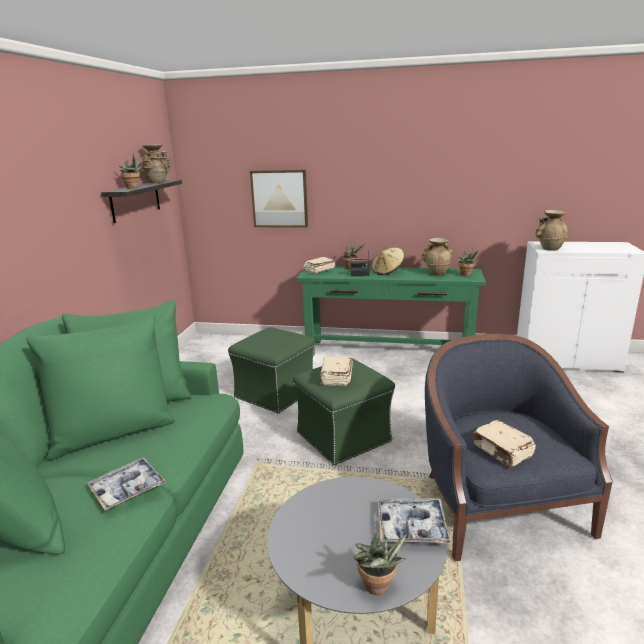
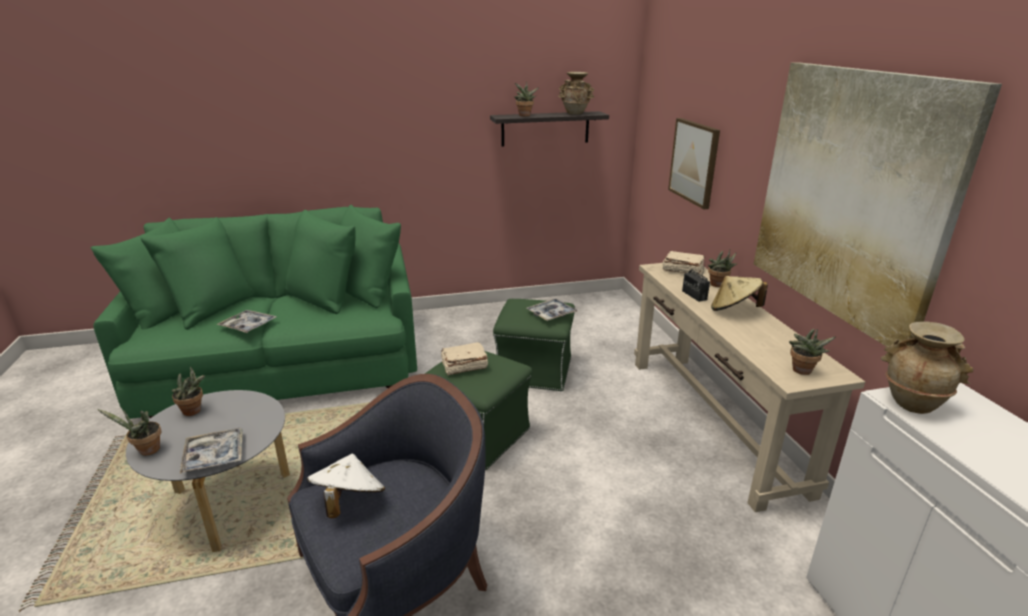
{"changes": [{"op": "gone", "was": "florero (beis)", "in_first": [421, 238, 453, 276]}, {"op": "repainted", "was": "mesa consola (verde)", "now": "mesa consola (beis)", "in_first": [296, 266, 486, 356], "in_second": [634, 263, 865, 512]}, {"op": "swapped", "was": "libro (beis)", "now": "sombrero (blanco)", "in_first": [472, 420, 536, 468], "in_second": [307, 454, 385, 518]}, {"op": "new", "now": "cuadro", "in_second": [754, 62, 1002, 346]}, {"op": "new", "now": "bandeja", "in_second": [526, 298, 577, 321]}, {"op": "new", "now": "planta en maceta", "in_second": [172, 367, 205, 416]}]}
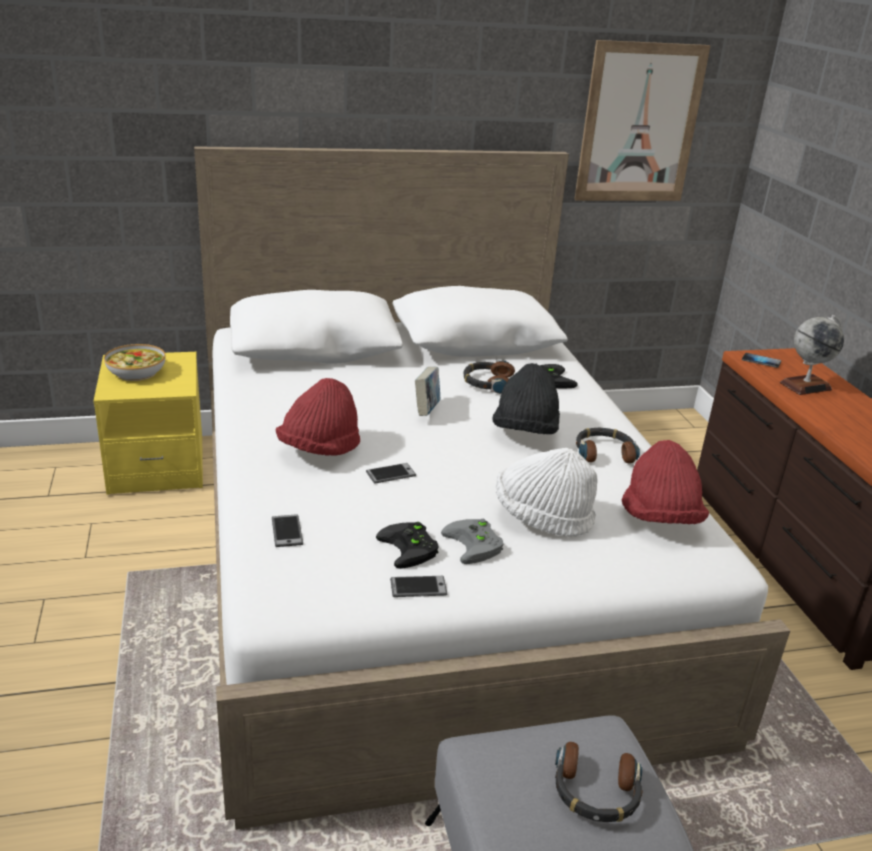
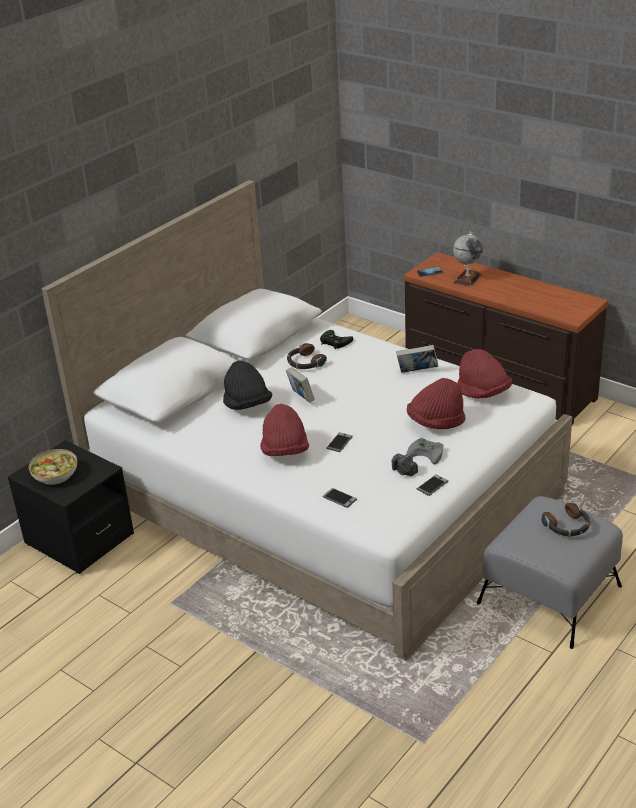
{"changes": [{"op": "gone", "was": "cuadro", "in_first": [574, 40, 711, 201]}, {"op": "repainted", "was": "mesita de noche (amarillo)", "now": "mesita de noche (negro)", "in_first": [94, 352, 203, 495], "in_second": [8, 440, 134, 574]}, {"op": "shifted", "was": "sombrero (negro)", "in_first": [492, 363, 560, 434], "in_second": [223, 361, 272, 410]}, {"op": "swapped", "was": "auriculares", "now": "libro", "in_first": [576, 428, 640, 464], "in_second": [396, 345, 438, 373]}, {"op": "repainted", "was": "sombrero (blanco)", "now": "sombrero (rojo)", "in_first": [496, 448, 597, 536], "in_second": [407, 378, 466, 429]}, {"op": "swapped", "was": "mando de consola (negro)", "now": "cámara", "in_first": [376, 522, 439, 569], "in_second": [391, 454, 418, 476]}]}
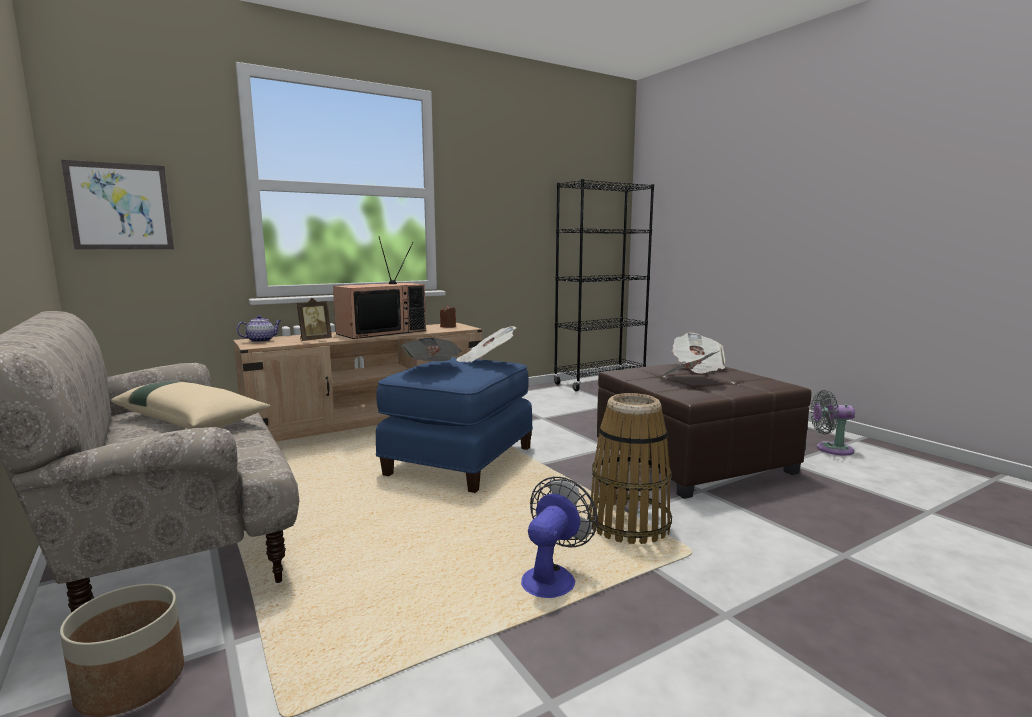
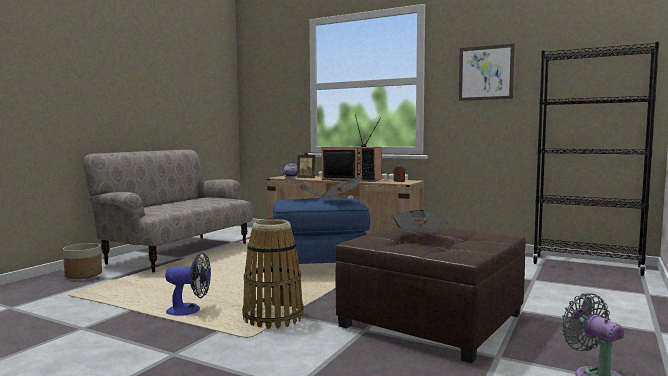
{"changes": [{"op": "shifted", "was": "cuadro", "in_first": [61, 160, 174, 249], "in_second": [459, 44, 515, 101]}, {"op": "gone", "was": "periódico", "in_first": [672, 333, 725, 374]}, {"op": "gone", "was": "cojín (beis)", "in_first": [111, 381, 271, 429]}]}
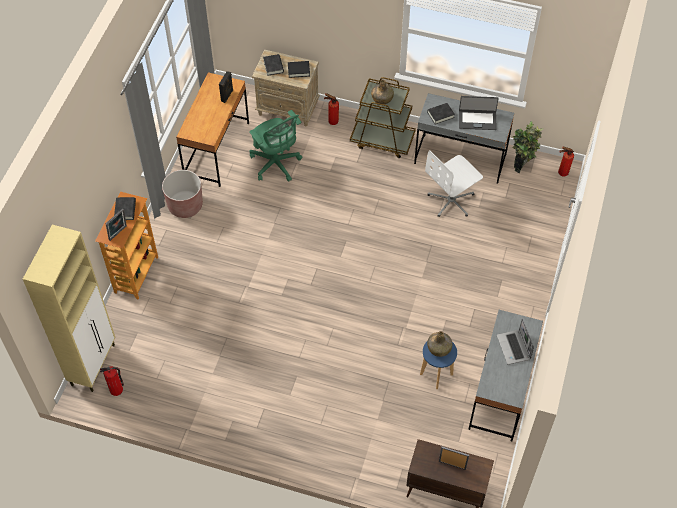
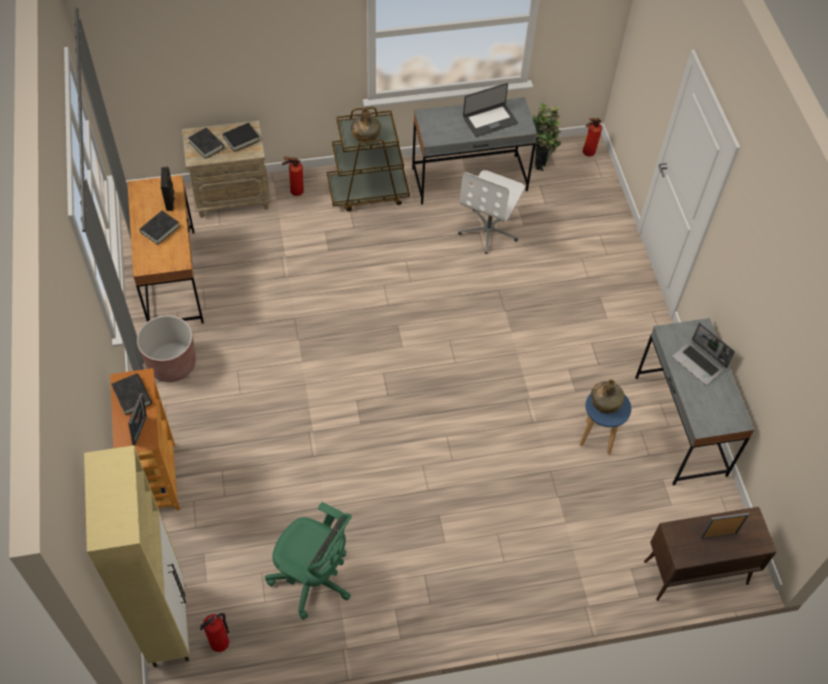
{"changes": [{"op": "shifted", "was": "libro (negro)", "in_first": [427, 103, 455, 125], "in_second": [140, 211, 180, 245]}, {"op": "shifted", "was": "silla de oficina (verde)", "in_first": [249, 110, 303, 182], "in_second": [265, 502, 352, 620]}]}
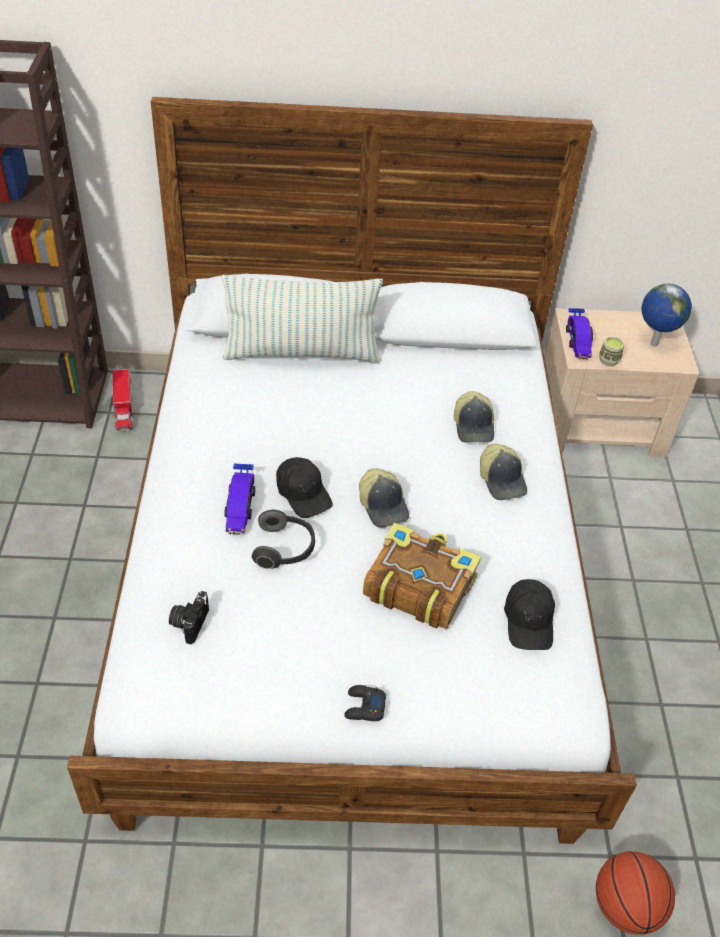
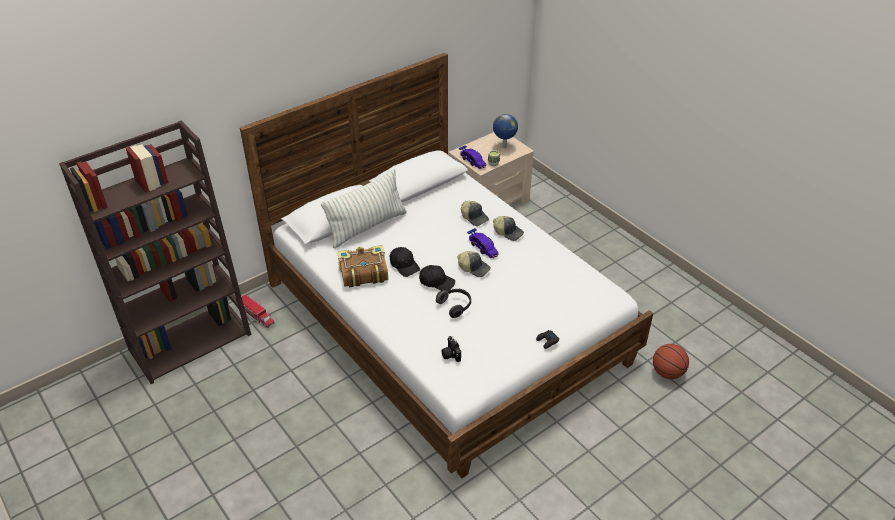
{"changes": [{"op": "shifted", "was": "coche de juguete", "in_first": [224, 464, 255, 535], "in_second": [467, 228, 499, 258]}, {"op": "shifted", "was": "libro", "in_first": [363, 523, 481, 629], "in_second": [337, 245, 388, 287]}, {"op": "shifted", "was": "gorra (negro)", "in_first": [504, 579, 555, 650], "in_second": [390, 247, 420, 277]}]}
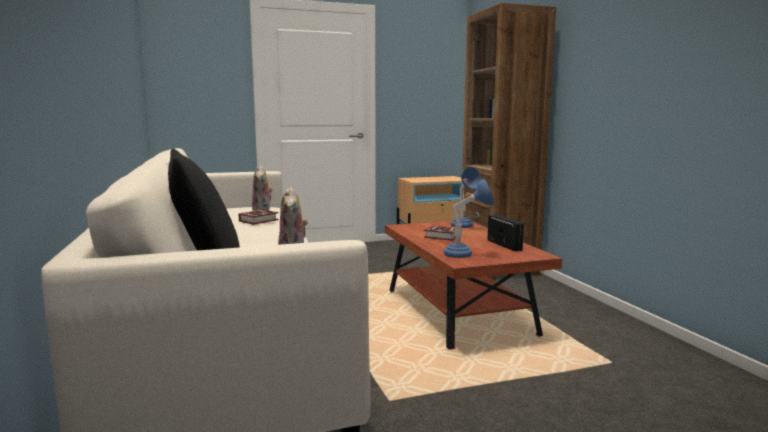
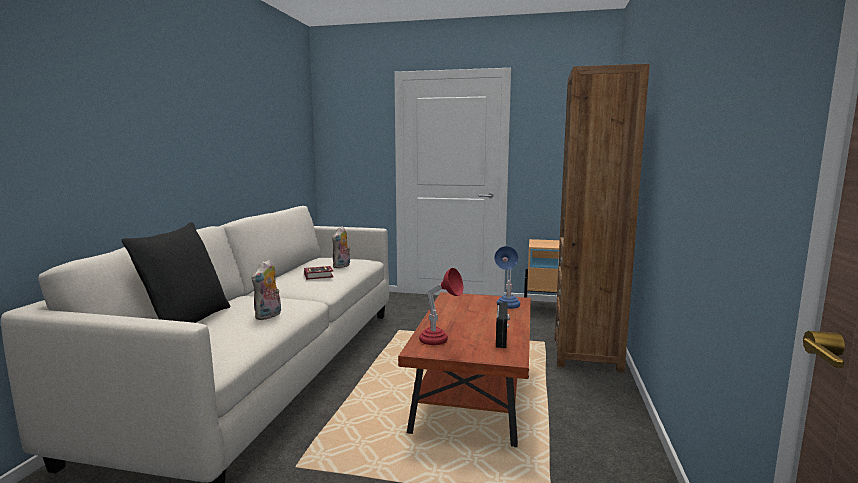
{"changes": [{"op": "repainted", "was": "lámpara de mesa (azul)", "now": "lámpara de mesa (rojo)", "in_first": [444, 179, 494, 258], "in_second": [419, 268, 463, 345]}, {"op": "gone", "was": "libro", "in_first": [424, 226, 456, 241]}]}
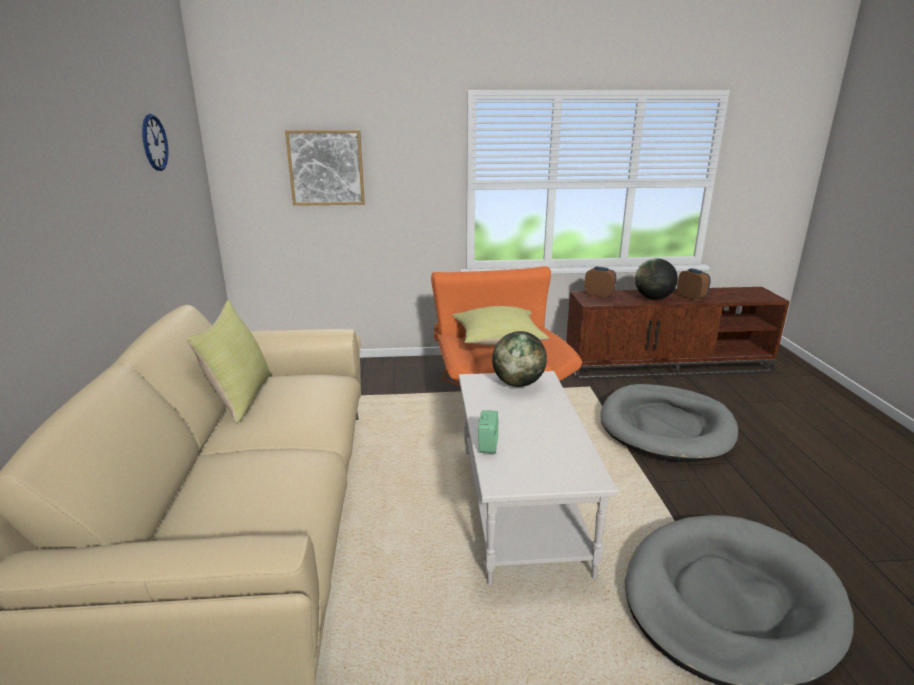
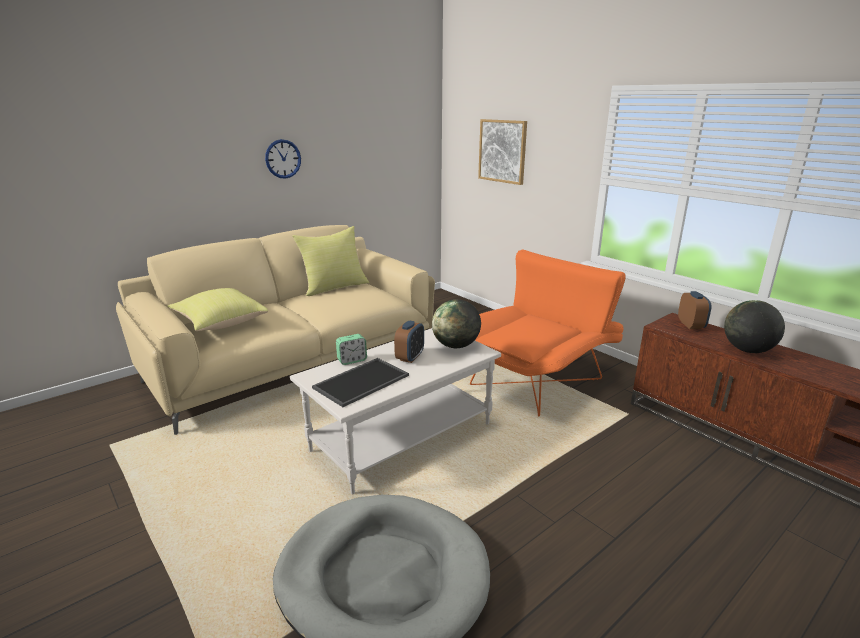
{"changes": [{"op": "shifted", "was": "reloj de pared", "in_first": [142, 114, 168, 171], "in_second": [265, 139, 301, 179]}, {"op": "shifted", "was": "despertador", "in_first": [677, 268, 711, 301], "in_second": [394, 320, 424, 363]}, {"op": "shifted", "was": "cojín (amarillo)", "in_first": [452, 306, 549, 345], "in_second": [167, 288, 268, 331]}, {"op": "gone", "was": "cama para perro (gris)", "in_first": [600, 384, 738, 462]}, {"op": "new", "now": "bandeja", "in_second": [312, 358, 409, 407]}]}
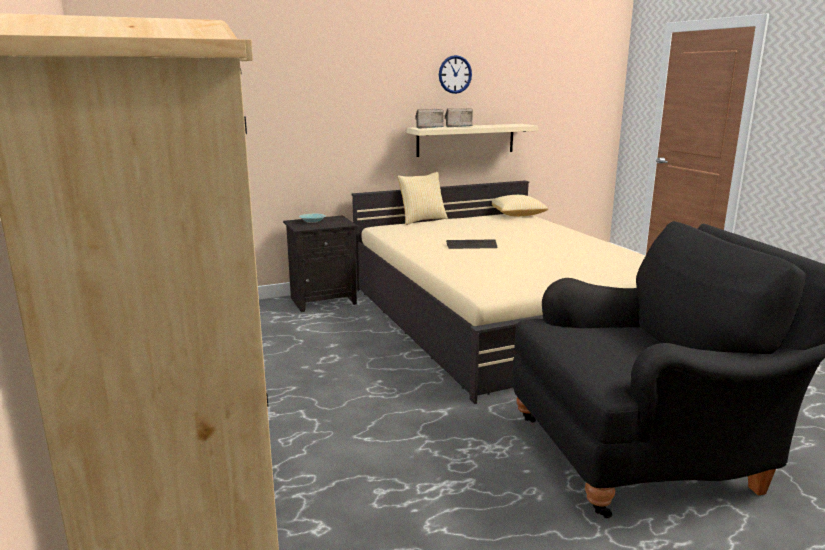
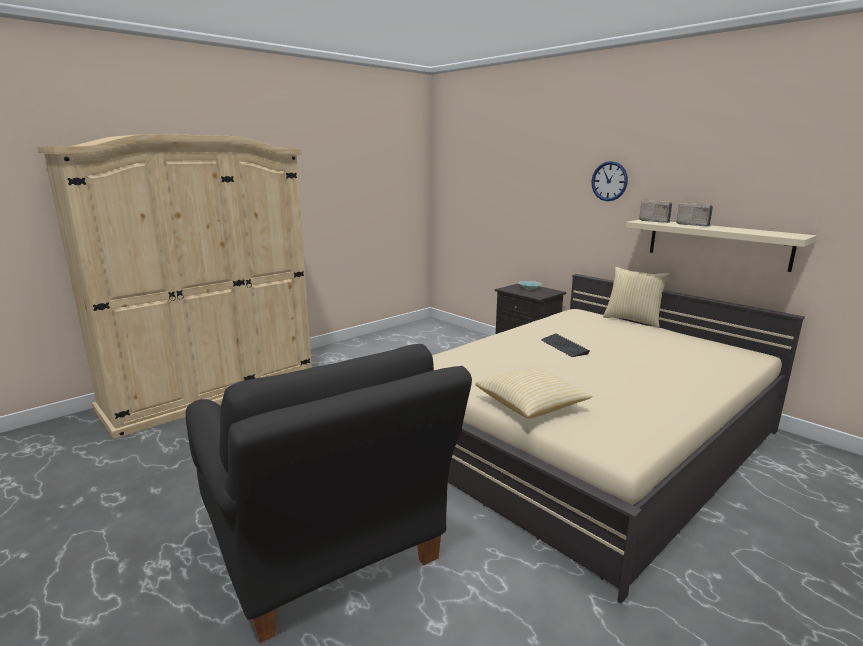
{"changes": [{"op": "shifted", "was": "reloj de pared", "in_first": [439, 55, 472, 94], "in_second": [591, 161, 628, 201]}, {"op": "shifted", "was": "cojín", "in_first": [492, 195, 548, 216], "in_second": [475, 367, 592, 418]}]}
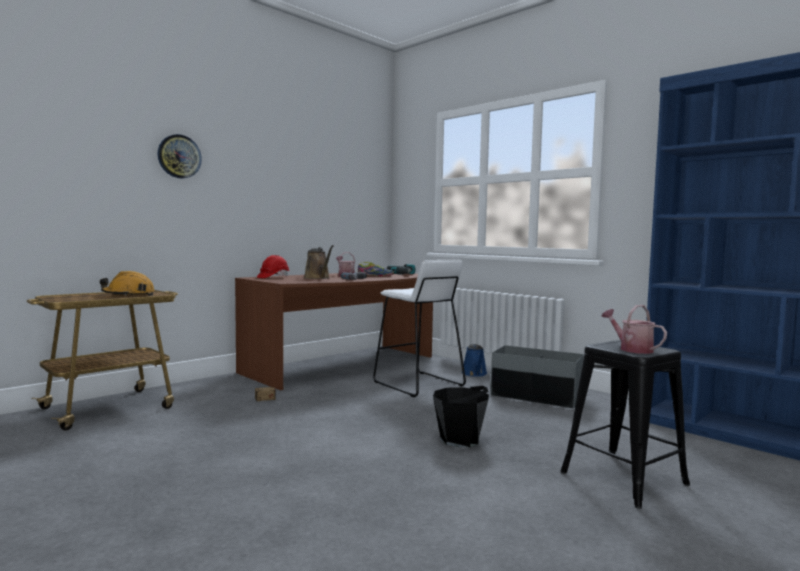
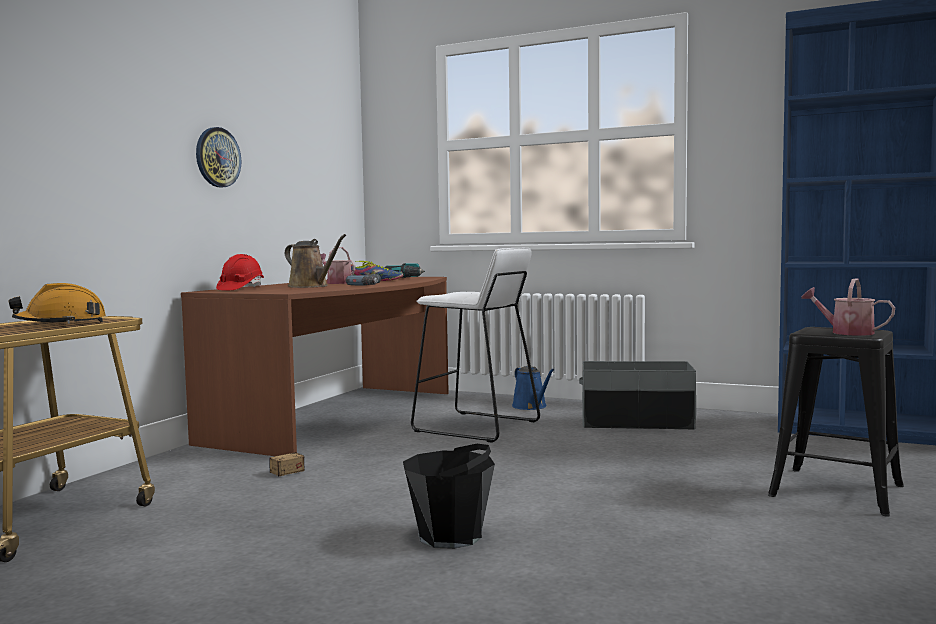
{"changes": [{"op": "shifted", "was": "reloj de pared", "in_first": [158, 134, 202, 178], "in_second": [196, 127, 241, 187]}, {"op": "shifted", "was": "cubo (negro)", "in_first": [433, 386, 489, 448], "in_second": [403, 444, 495, 549]}]}
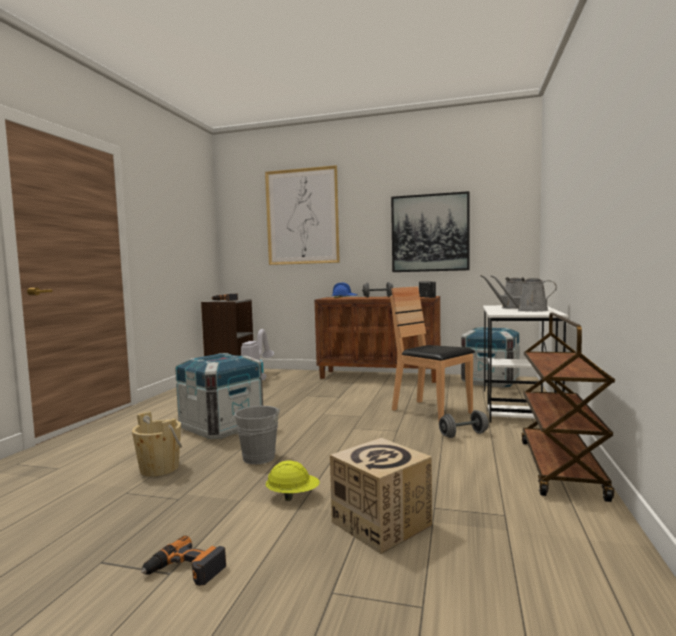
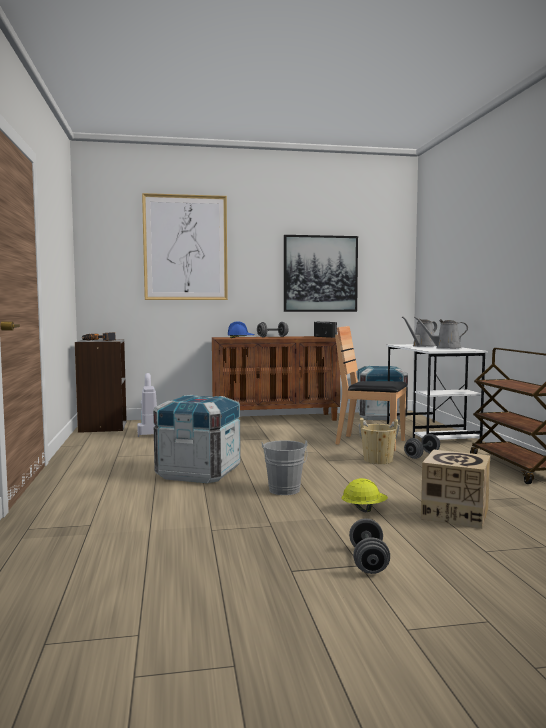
{"changes": [{"op": "shifted", "was": "cubo (beis)", "in_first": [132, 411, 182, 477], "in_second": [359, 418, 399, 464]}, {"op": "swapped", "was": "taladro", "now": "mancuerna (gris)", "in_first": [141, 536, 226, 586], "in_second": [349, 518, 390, 574]}]}
